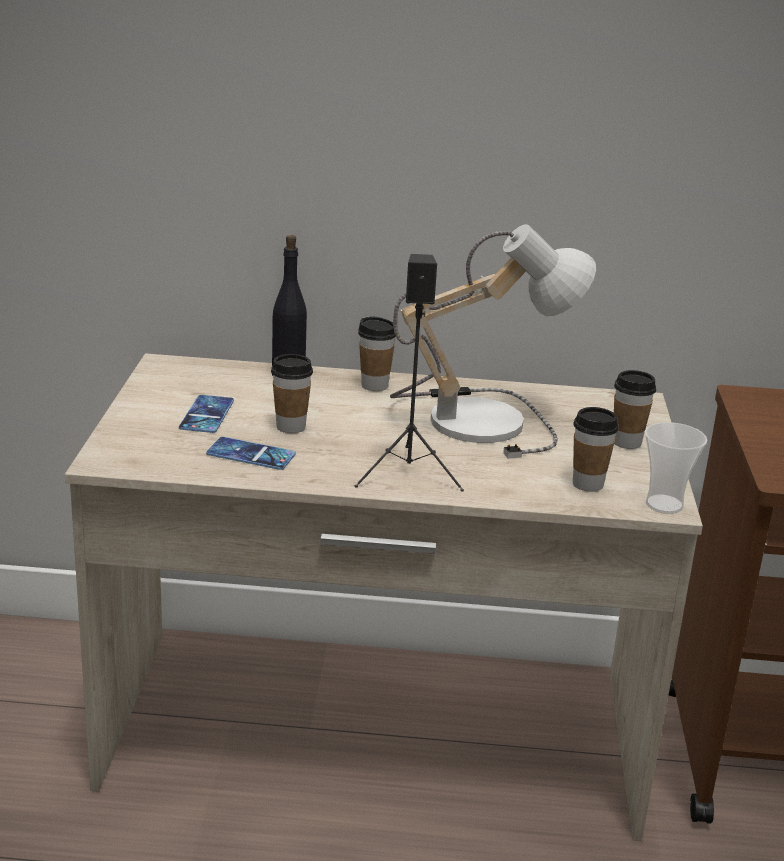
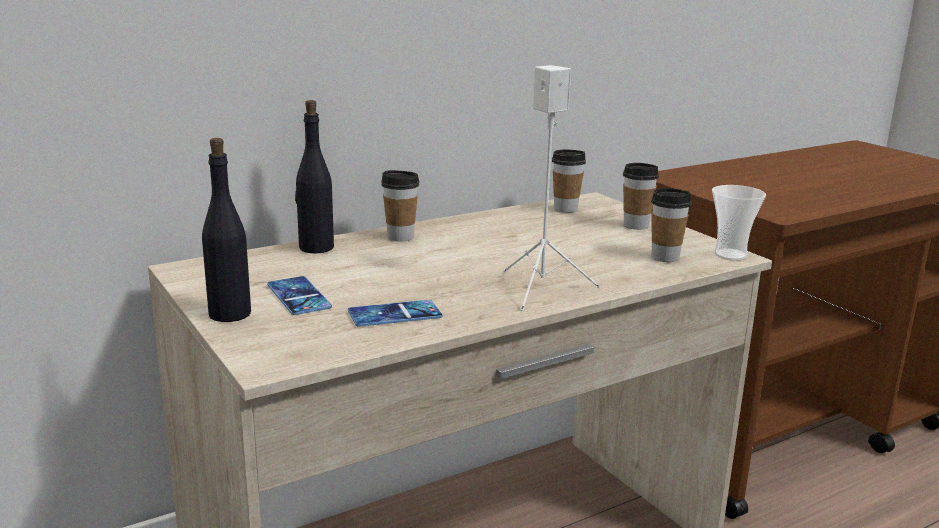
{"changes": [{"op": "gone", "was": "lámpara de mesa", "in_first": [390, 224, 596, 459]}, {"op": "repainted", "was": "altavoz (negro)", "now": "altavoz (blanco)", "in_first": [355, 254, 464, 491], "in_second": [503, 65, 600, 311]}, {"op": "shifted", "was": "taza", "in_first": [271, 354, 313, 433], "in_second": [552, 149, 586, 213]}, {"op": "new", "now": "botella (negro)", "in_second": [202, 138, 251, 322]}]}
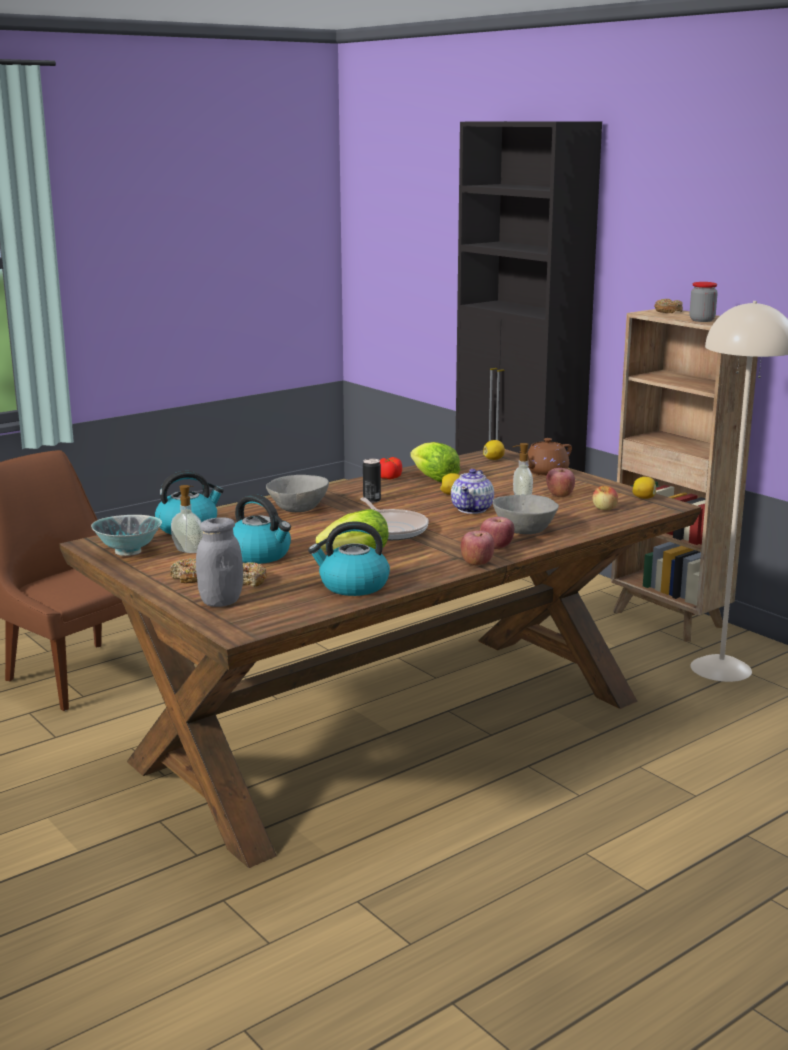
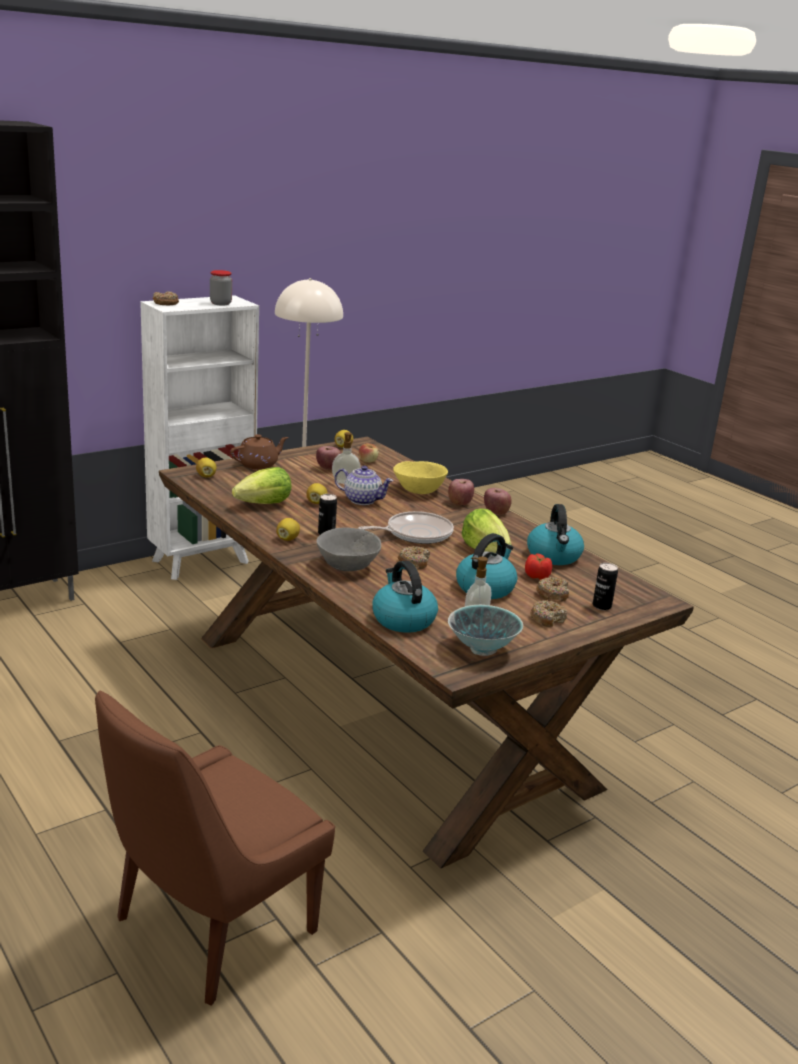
{"changes": [{"op": "repainted", "was": "estantería (marrón)", "now": "estantería (blanco)", "in_first": [611, 309, 758, 642], "in_second": [140, 295, 259, 580]}, {"op": "rotated", "was": "tetera (marrón)", "in_first": [519, 438, 572, 476], "in_second": [230, 434, 288, 469], "clockwise": -90}, {"op": "shifted", "was": "tomate", "in_first": [380, 457, 402, 479], "in_second": [525, 553, 552, 580]}, {"op": "repainted", "was": "cuenco (gris)", "now": "cuenco (amarillo)", "in_first": [493, 494, 559, 534], "in_second": [393, 461, 448, 494]}, {"op": "swapped", "was": "tarro (gris)", "now": "lata", "in_first": [196, 518, 243, 607], "in_second": [593, 563, 618, 610]}, {"op": "new", "now": "limón", "in_second": [276, 518, 300, 541]}, {"op": "new", "now": "rosquilla", "in_second": [398, 546, 430, 569]}]}
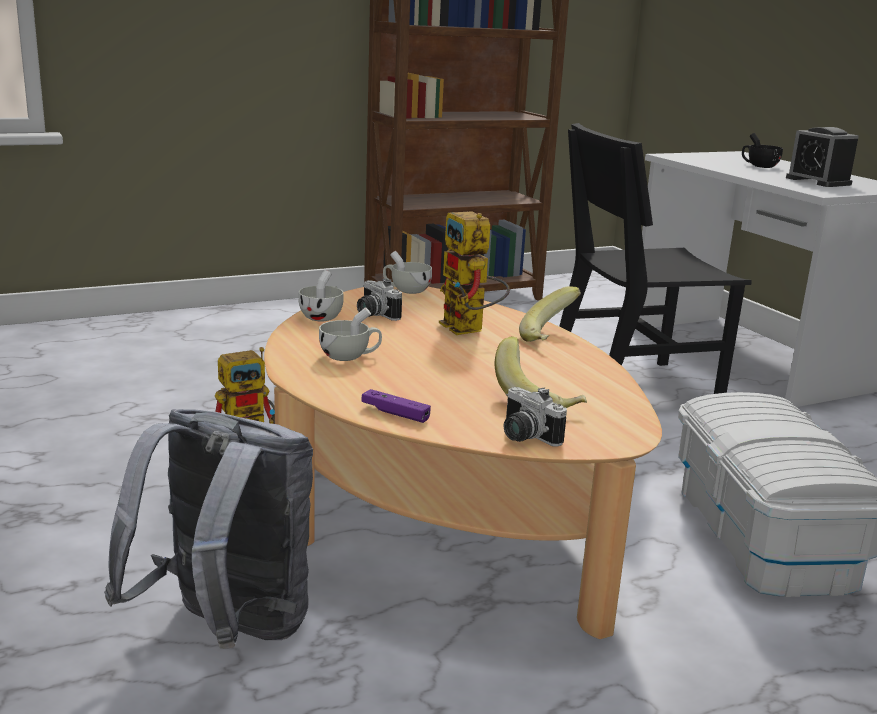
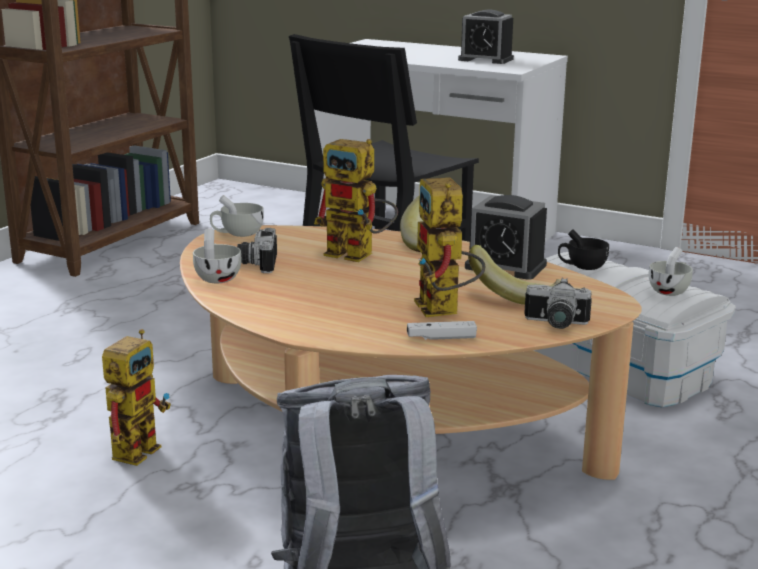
{"changes": [{"op": "shifted", "was": "taza (negro)", "in_first": [742, 133, 783, 168], "in_second": [558, 230, 609, 270]}, {"op": "rotated", "was": "cámara", "in_first": [357, 279, 402, 321], "in_second": [237, 228, 277, 273], "clockwise": 75}, {"op": "shifted", "was": "taza (blanco)", "in_first": [319, 307, 382, 361], "in_second": [648, 247, 693, 296]}, {"op": "repainted", "was": "mando de consola (morado)", "now": "mando de consola (blanco)", "in_first": [361, 389, 431, 423], "in_second": [407, 321, 477, 340]}, {"op": "new", "now": "robot de juguete", "in_second": [414, 177, 485, 317]}, {"op": "new", "now": "despertador", "in_second": [465, 195, 547, 280]}]}
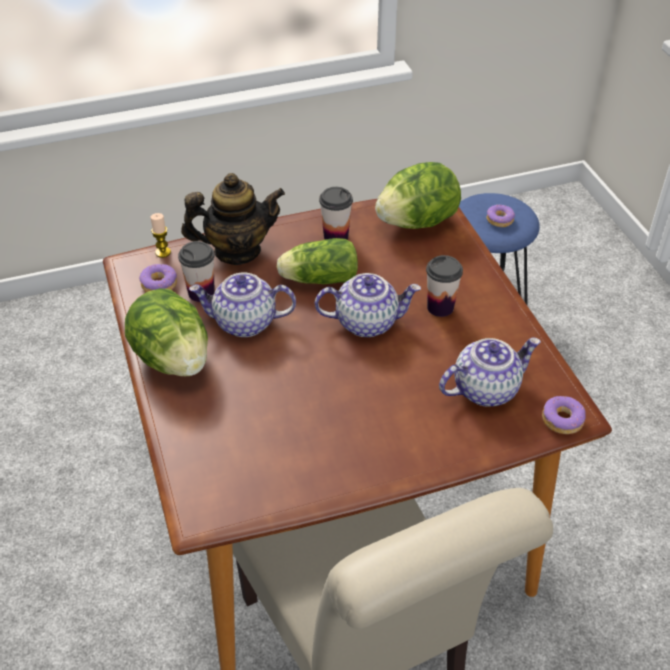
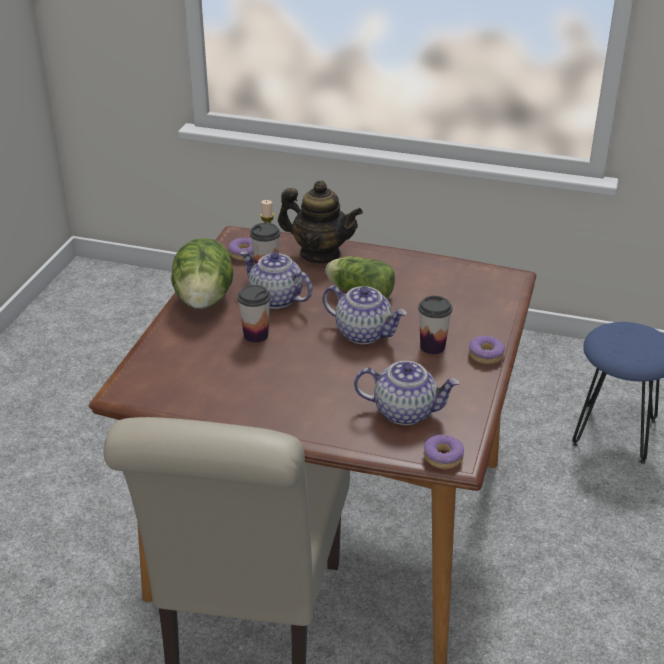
{"changes": [{"op": "gone", "was": "lechuga", "in_first": [375, 162, 461, 229]}, {"op": "shifted", "was": "taza", "in_first": [319, 187, 353, 240], "in_second": [237, 285, 271, 343]}, {"op": "shifted", "was": "rosquilla", "in_first": [487, 205, 515, 227], "in_second": [469, 336, 505, 364]}]}
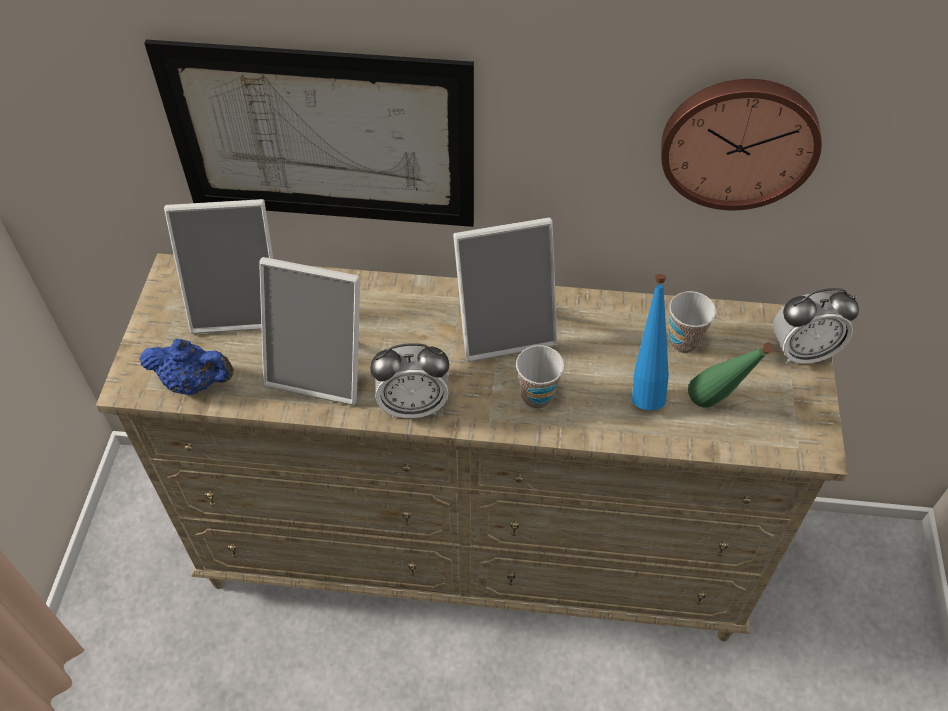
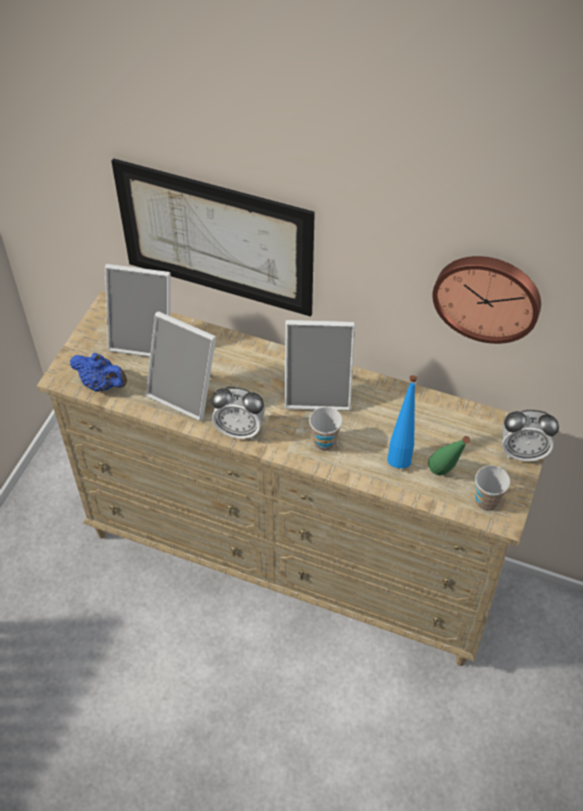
{"changes": [{"op": "shifted", "was": "taza", "in_first": [669, 291, 716, 353], "in_second": [475, 466, 510, 511]}]}
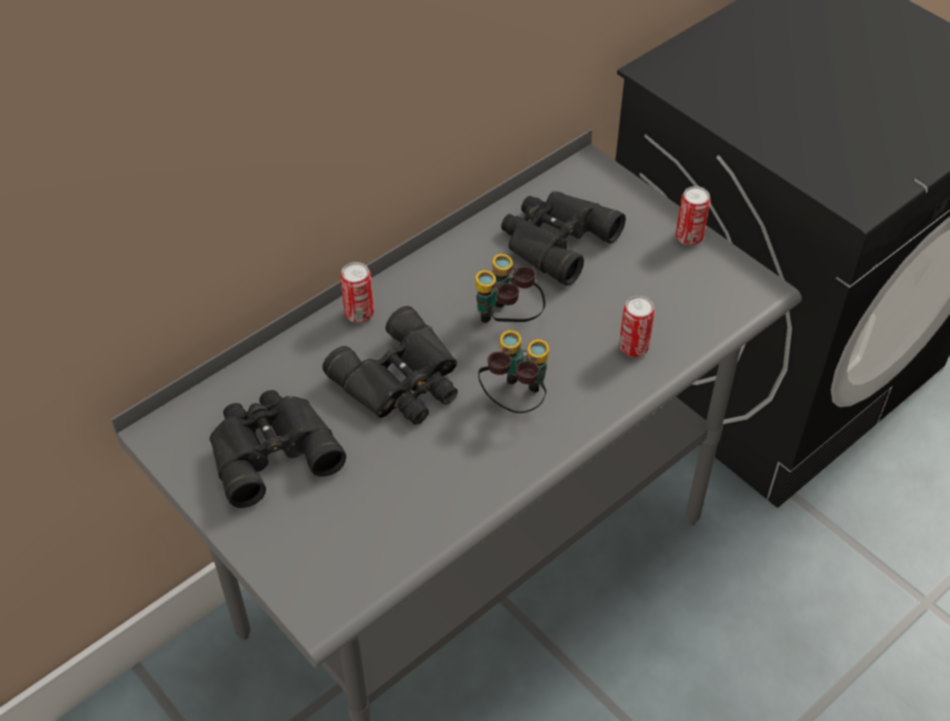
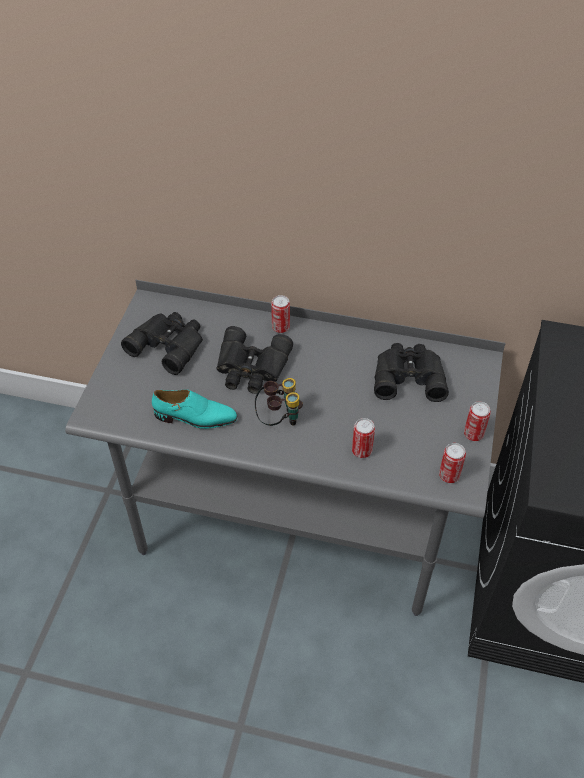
{"changes": [{"op": "gone", "was": "prismáticos", "in_first": [475, 254, 546, 323]}, {"op": "new", "now": "zapato (turquesa)", "in_second": [152, 390, 237, 429]}, {"op": "new", "now": "lata", "in_second": [439, 443, 466, 483]}]}
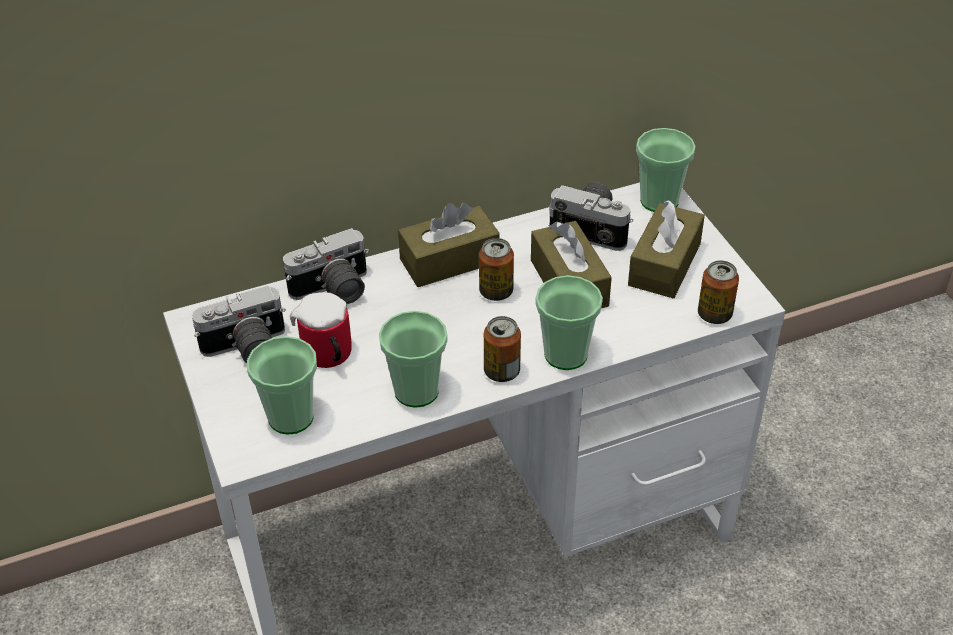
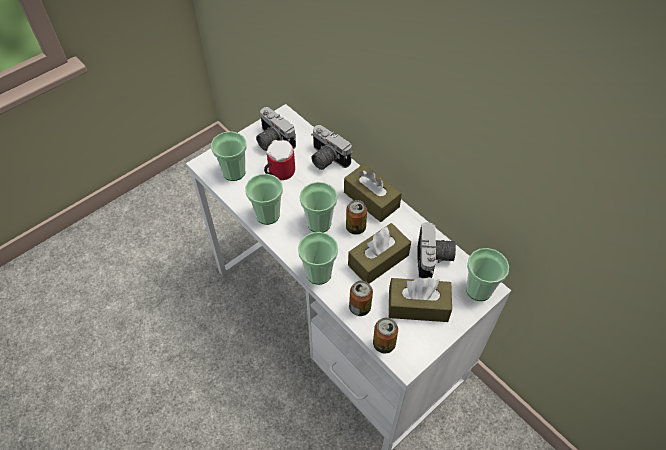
{"changes": [{"op": "shifted", "was": "lata", "in_first": [484, 316, 521, 382], "in_second": [349, 281, 373, 316]}, {"op": "new", "now": "taza", "in_second": [299, 182, 337, 232]}]}
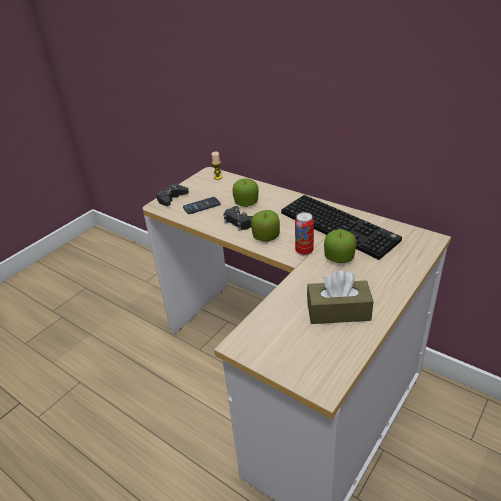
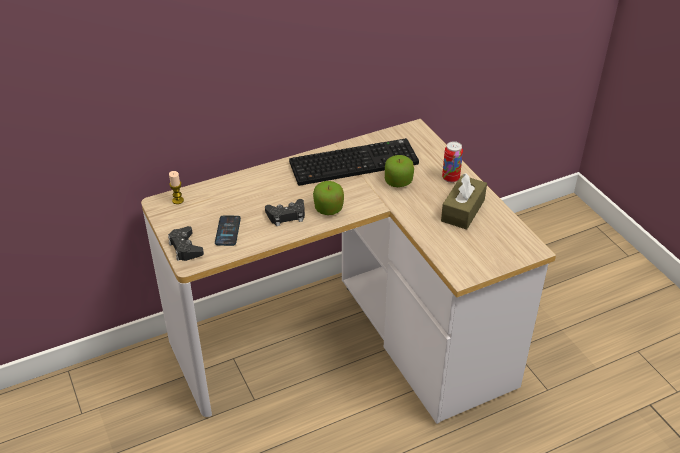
{"changes": [{"op": "gone", "was": "manzana", "in_first": [233, 178, 258, 207]}, {"op": "shifted", "was": "lata", "in_first": [295, 212, 314, 255], "in_second": [442, 141, 463, 183]}]}
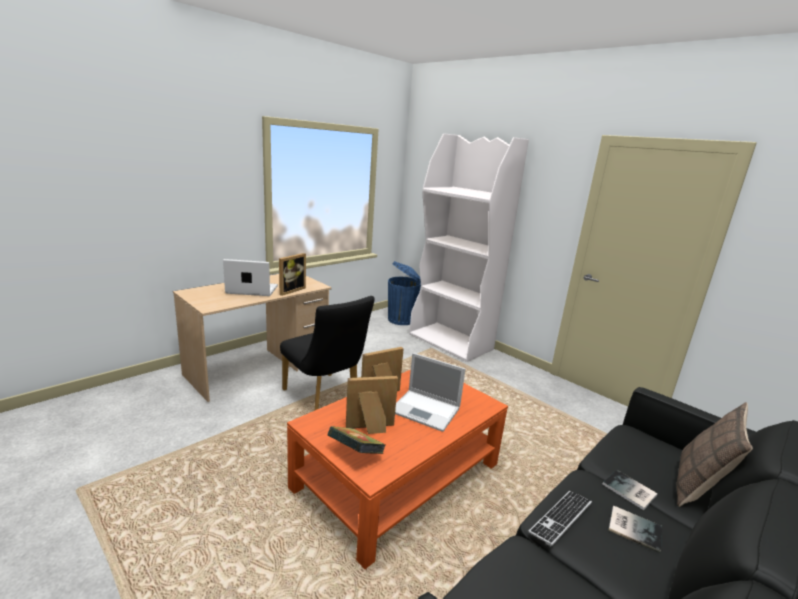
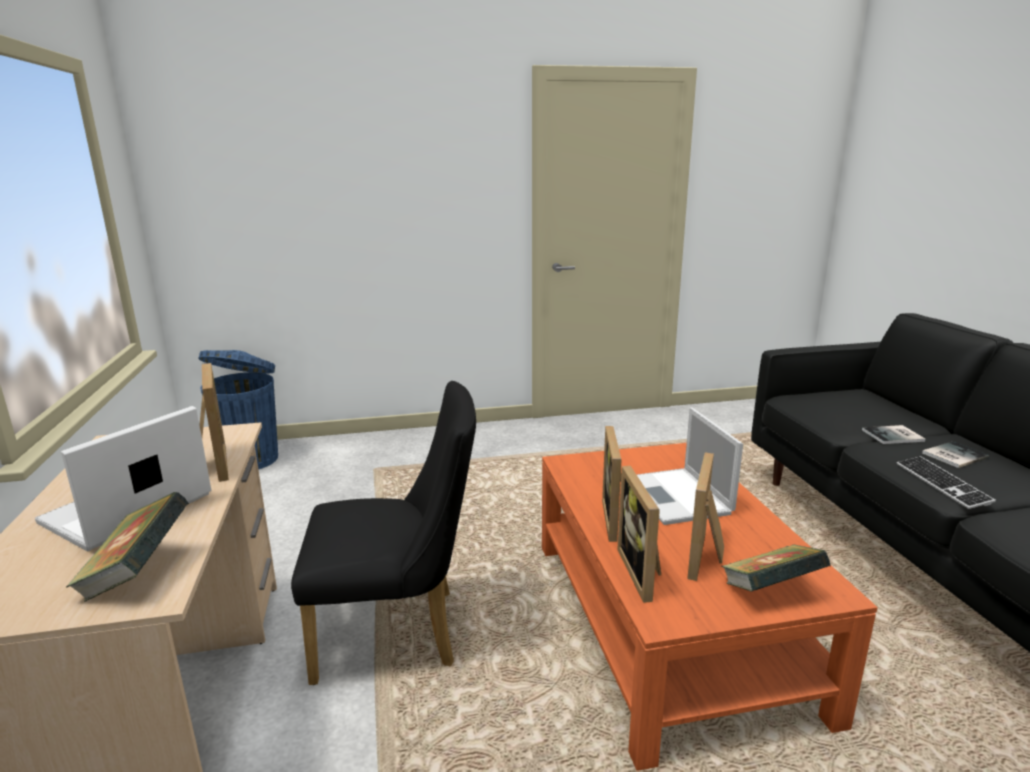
{"changes": [{"op": "gone", "was": "estantería (blanco)", "in_first": [409, 133, 529, 362]}, {"op": "rotated", "was": "portátil", "in_first": [395, 353, 466, 432], "in_second": [637, 407, 743, 525], "clockwise": 105}, {"op": "gone", "was": "cojín", "in_first": [676, 402, 753, 507]}, {"op": "new", "now": "portarretratos", "in_second": [617, 466, 661, 603]}, {"op": "new", "now": "libro", "in_second": [66, 492, 189, 602]}]}
